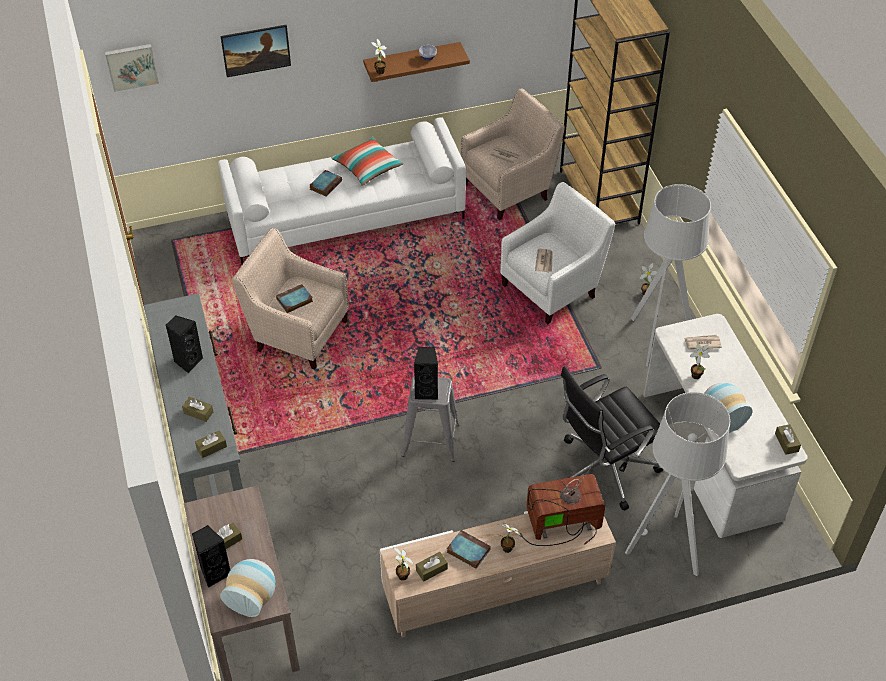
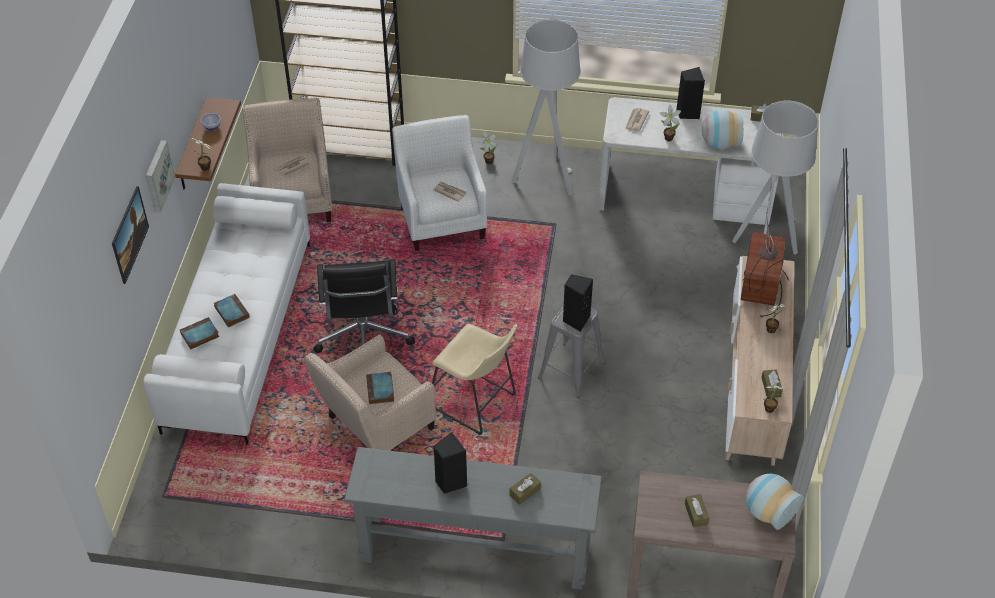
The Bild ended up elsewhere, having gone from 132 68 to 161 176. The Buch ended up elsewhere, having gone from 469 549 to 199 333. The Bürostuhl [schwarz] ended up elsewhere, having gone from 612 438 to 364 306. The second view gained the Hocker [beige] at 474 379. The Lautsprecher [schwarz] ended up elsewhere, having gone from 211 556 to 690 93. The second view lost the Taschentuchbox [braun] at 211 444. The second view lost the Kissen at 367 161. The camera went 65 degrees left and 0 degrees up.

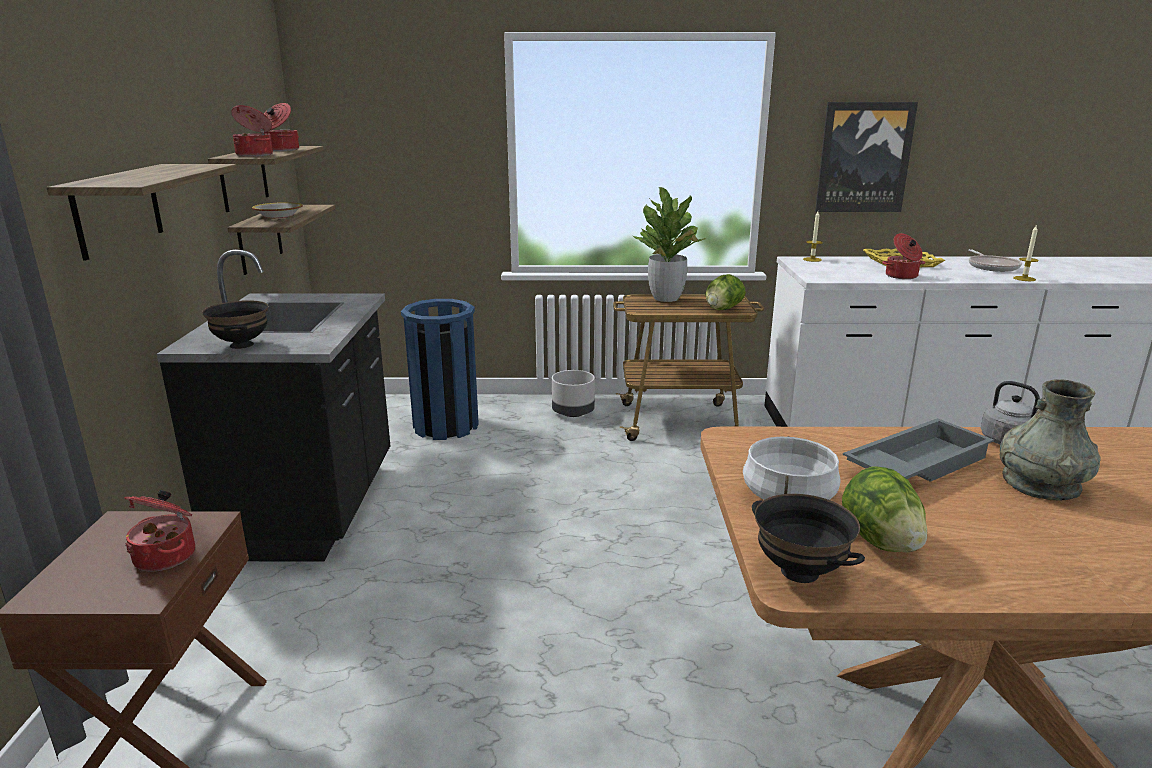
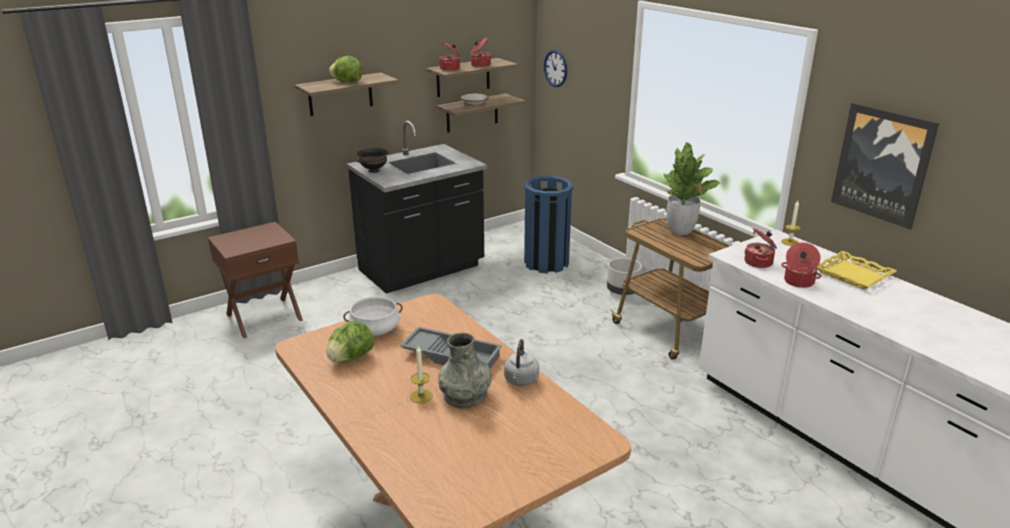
The Salatkopf ended up elsewhere, having gone from 726 292 to 345 69. The Kerze ended up elsewhere, having gone from 1025 252 to 421 374. The second view gained the Wanduhr at 555 68. The Kochtopf ended up elsewhere, having gone from 159 530 to 760 248. The second view lost the Schüssel [schwarz] at 808 538. The second view lost the Pfanne at 995 260. The camera went 55 degrees right and 5 degrees up.

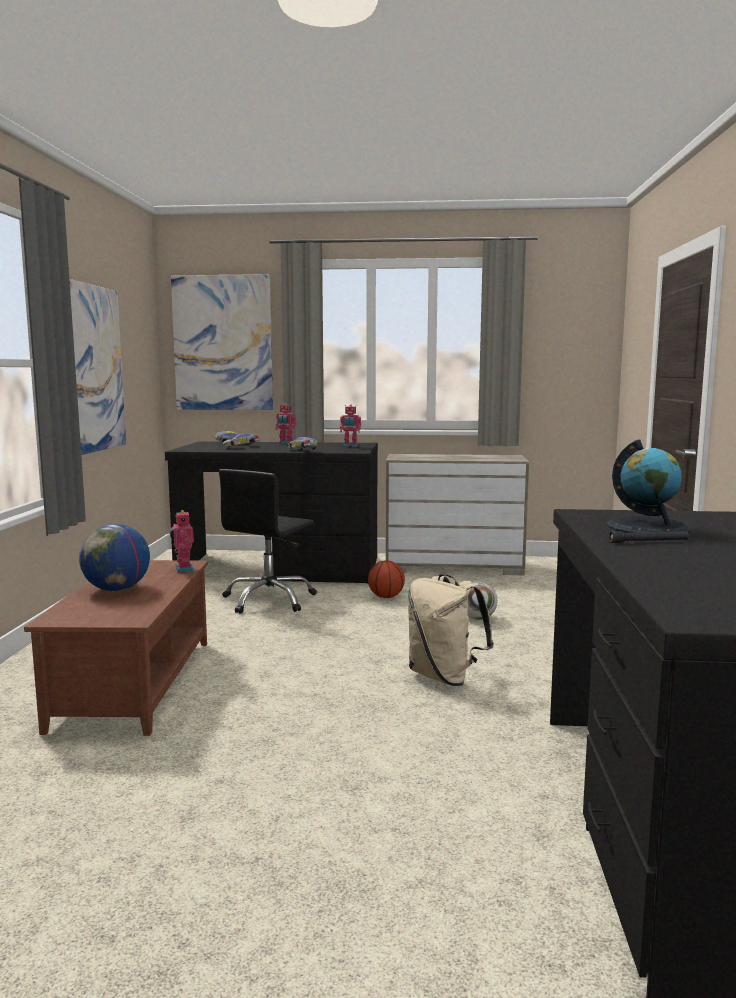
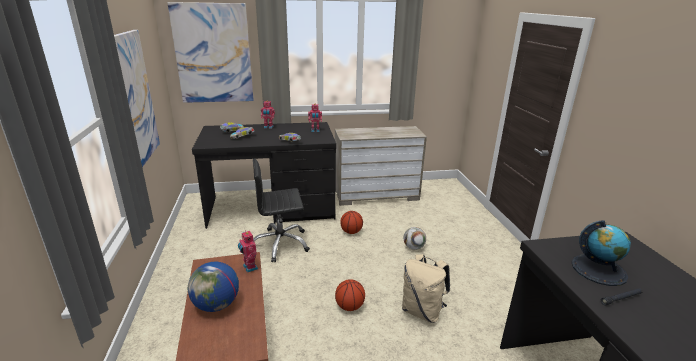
The Bürostuhl [schwarz] at 268 541 ended up facing another way, 60 degrees clockwise from before. The second view gained the Basketball at 350 295. The camera went 15 degrees left and 15 degrees up.

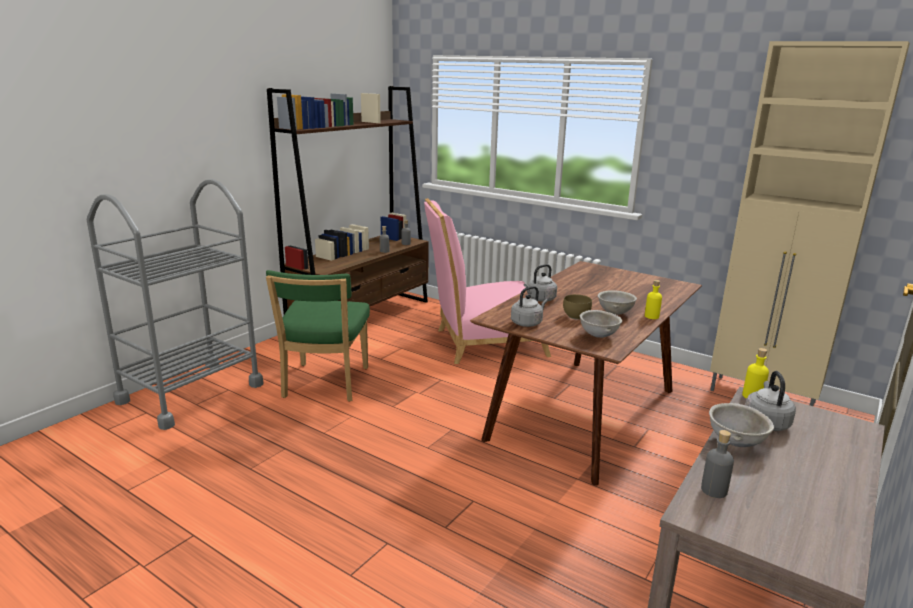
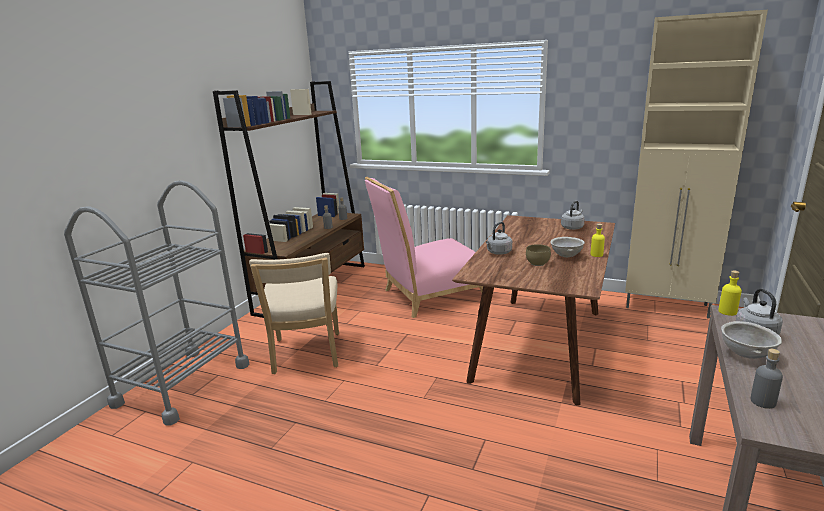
What was the Stuhl [grün] at 318 336 turned into the Stuhl [beige] at 294 313. The Wasserkessel [grau] ended up elsewhere, having gone from 529 306 to 573 215. The second view lost the Schüssel [grau] at 601 324. The camera went 10 degrees left and 0 degrees up.

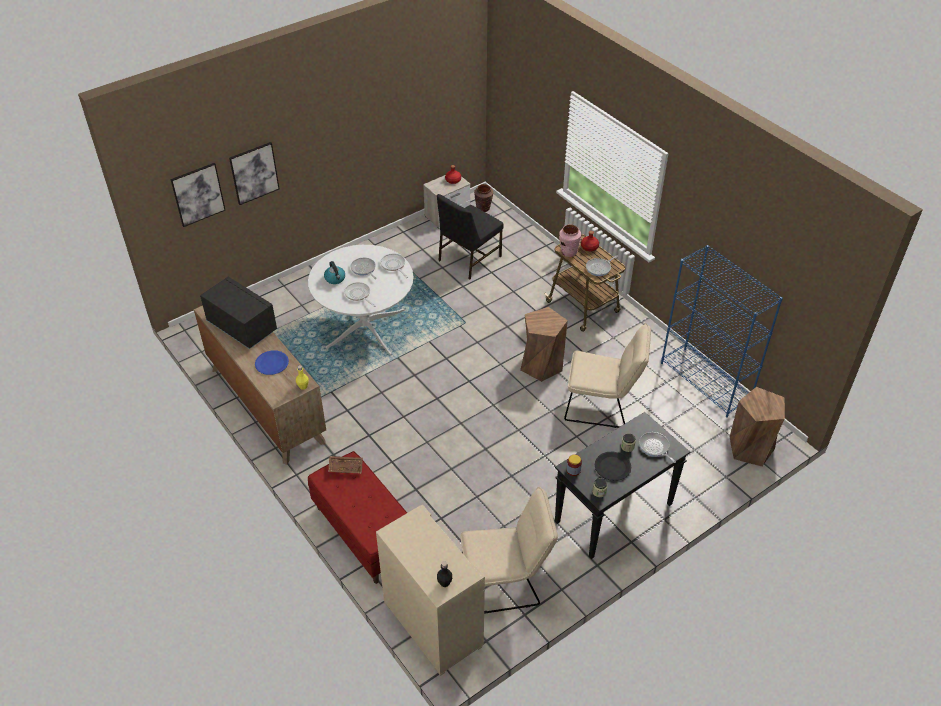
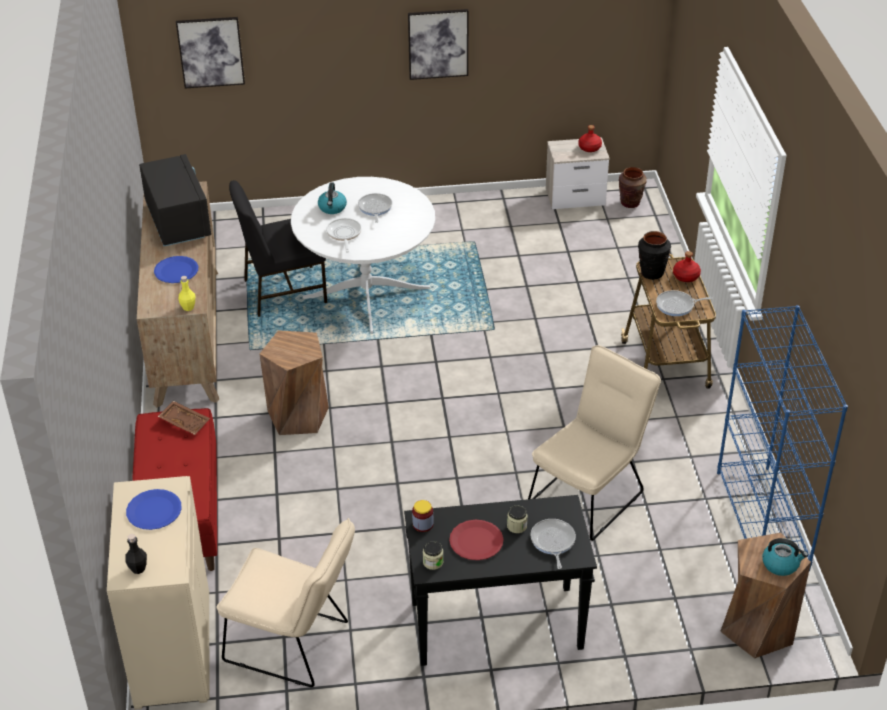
The second view gained the Teller [blau] at 154 509. The Stuhl [schwarz] ended up elsewhere, having gone from 470 237 to 278 248. The Hocker [braun] ended up elsewhere, having gone from 544 344 to 294 382. The Bild ended up elsewhere, having gone from 254 173 to 438 44. What was the Teller [schwarz] at 613 466 turned into the Teller [rot] at 476 540. The Stuhl [beige] at 607 375 ended up facing another way, 90 degrees counterclockwise from before. What was the Vase [rosa] at 570 240 turned into the Vase [schwarz] at 654 255. The second view gained the Wasserkessel at 785 557. The second view lost the Pfanne at 394 265. The camera went 30 degrees right and 5 degrees down.

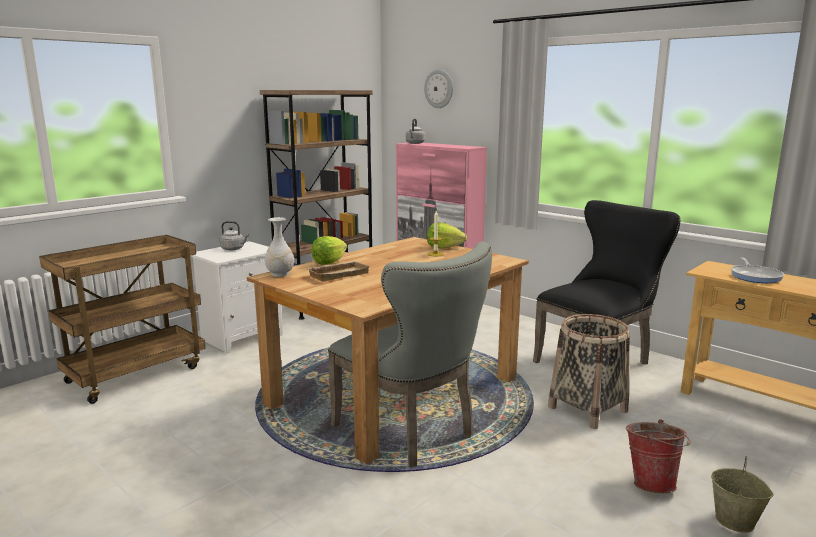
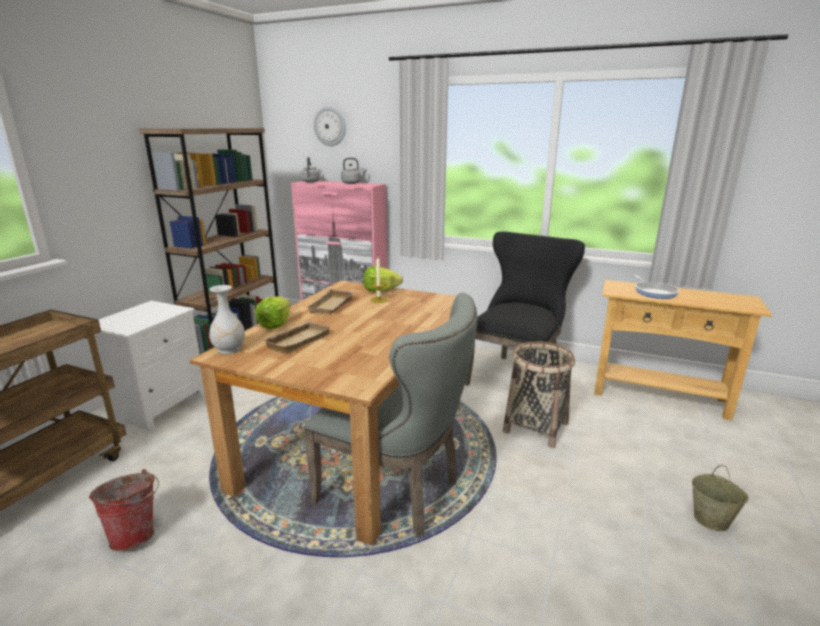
The Eimer ended up elsewhere, having gone from 658 456 to 124 510. The second view gained the Tablett [beige] at 330 301. The Wasserkessel [grau] ended up elsewhere, having gone from 234 235 to 354 171. The camera went 20 degrees left and 5 degrees up.

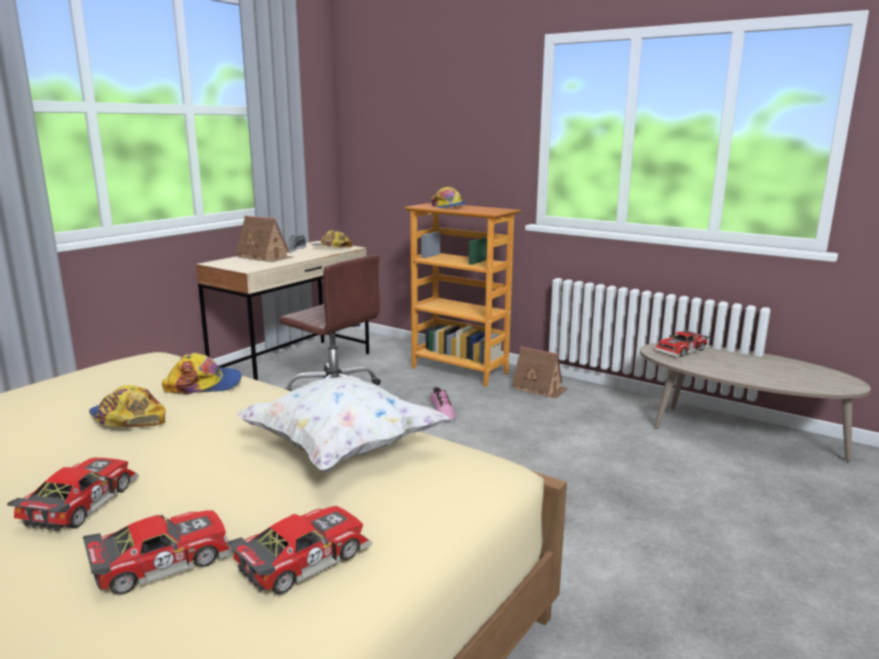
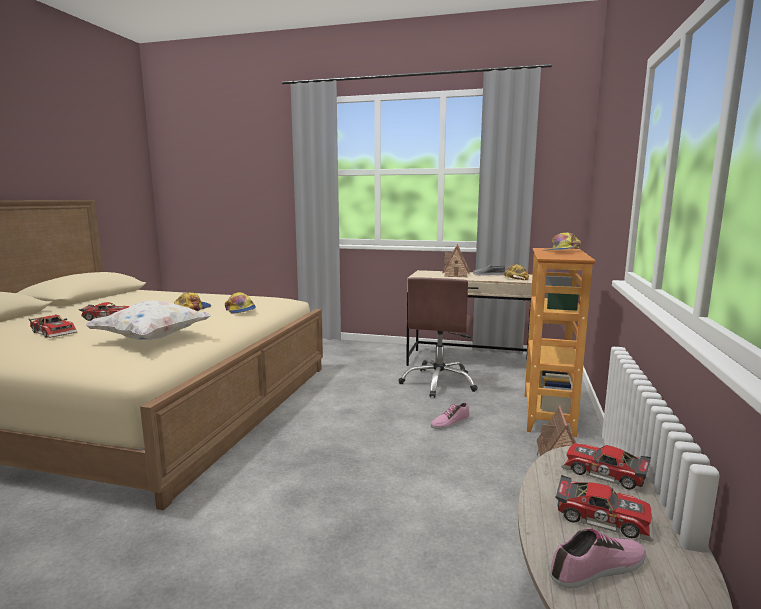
The second view gained the Schuh at 598 559. The Spielzeugauto ended up elsewhere, having gone from 300 550 to 605 508. The camera went 70 degrees right and 5 degrees down.

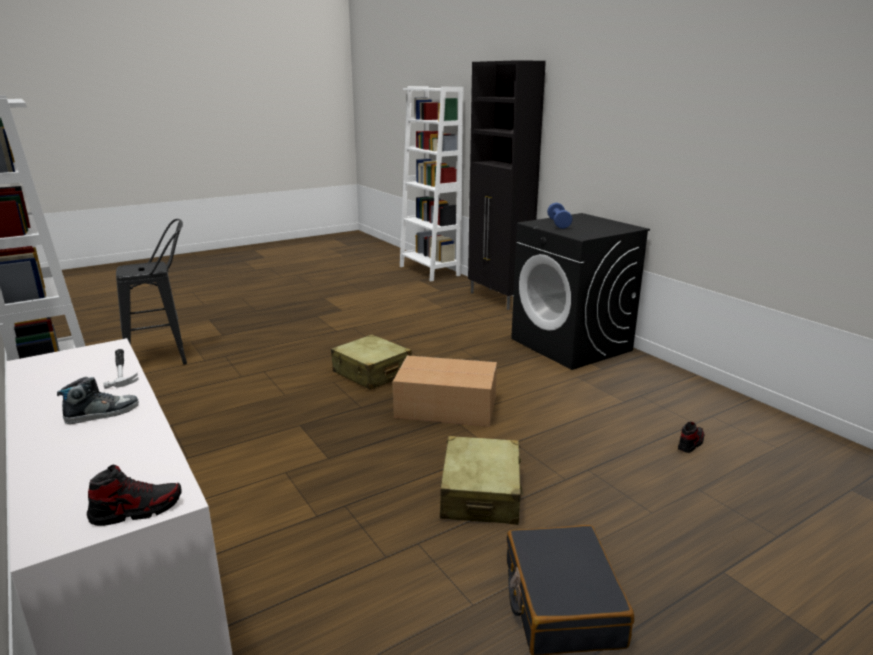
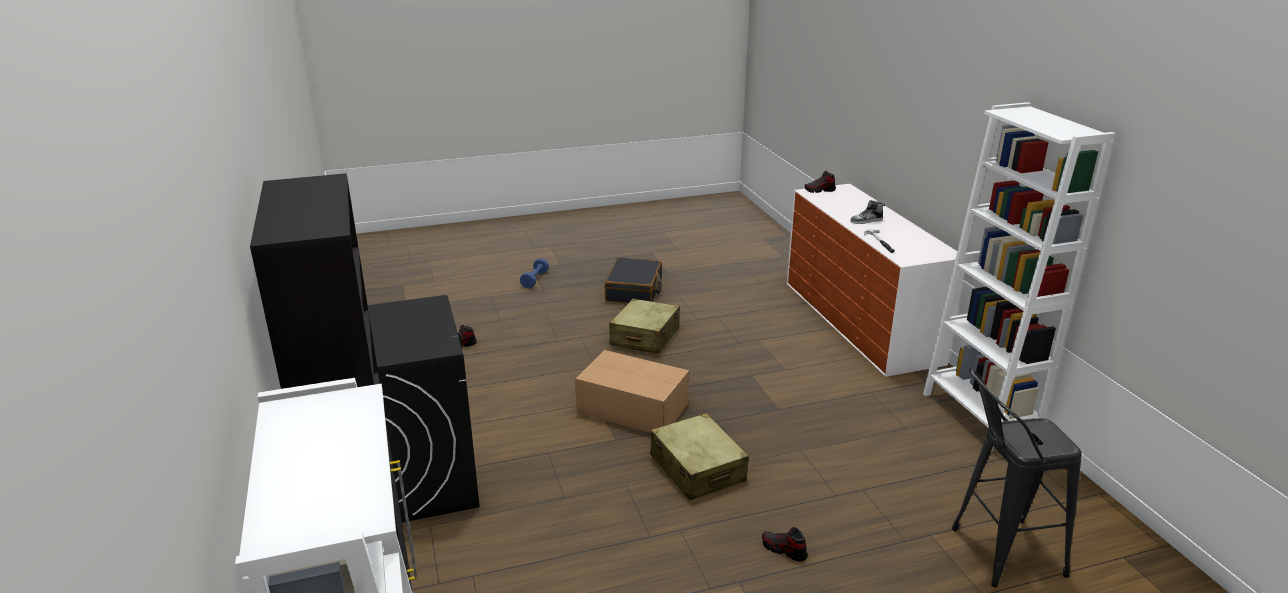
The Hantel [blau] ended up elsewhere, having gone from 559 216 to 534 273. The second view gained the Schuh at 785 544. The camera went 165 degrees left and 5 degrees up.

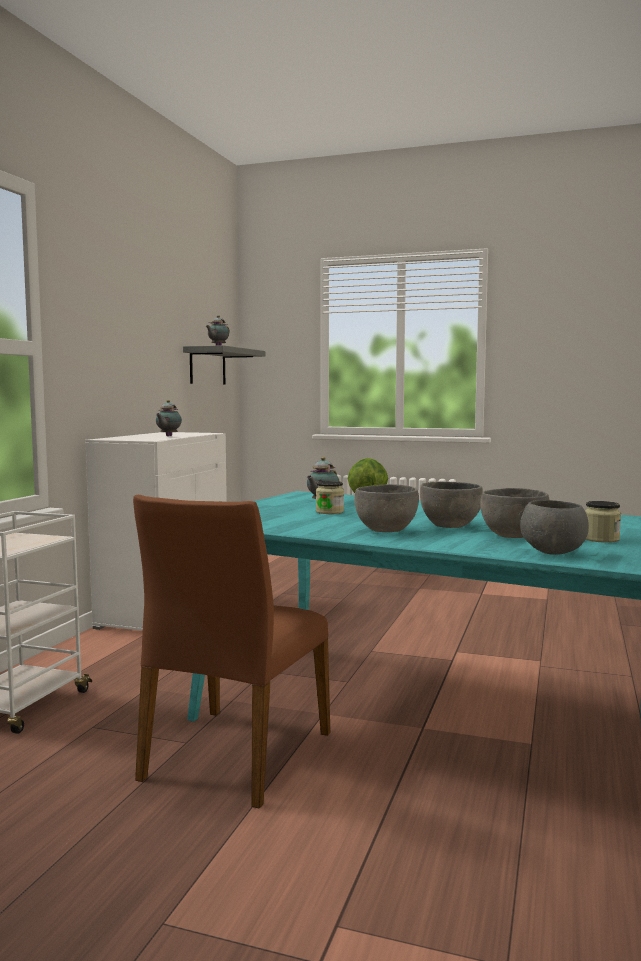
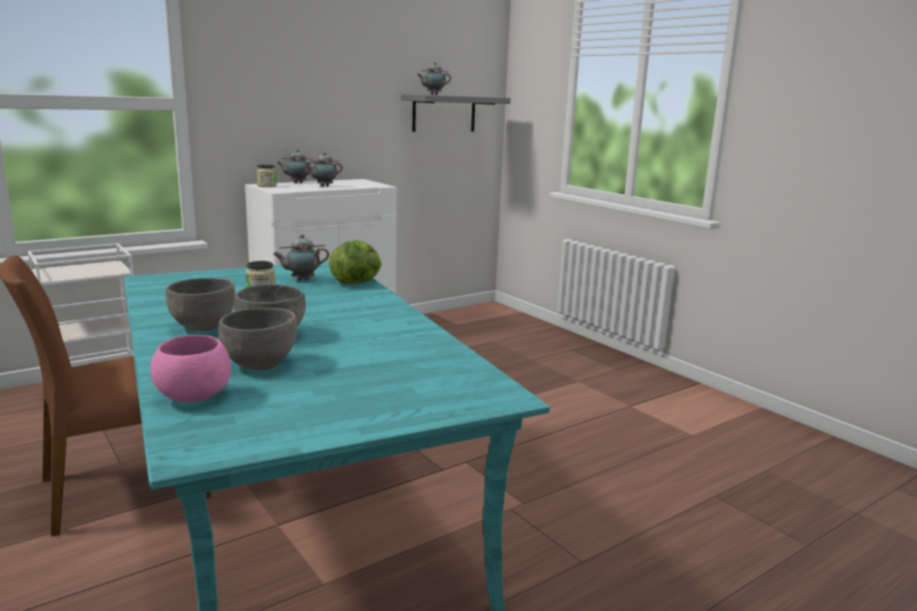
What was the Schüssel [grau] at 554 527 turned into the Schüssel [rosa] at 191 368. The Vorratsglas ended up elsewhere, having gone from 603 522 to 266 175. The second view gained the Teekanne at 297 166. The camera went 35 degrees right and 10 degrees up.

